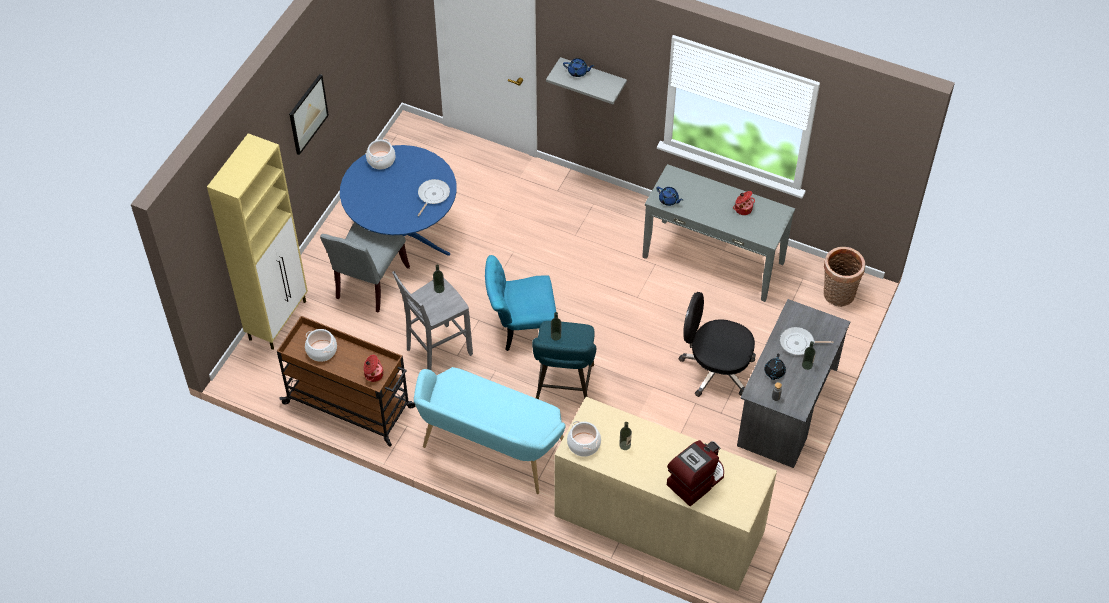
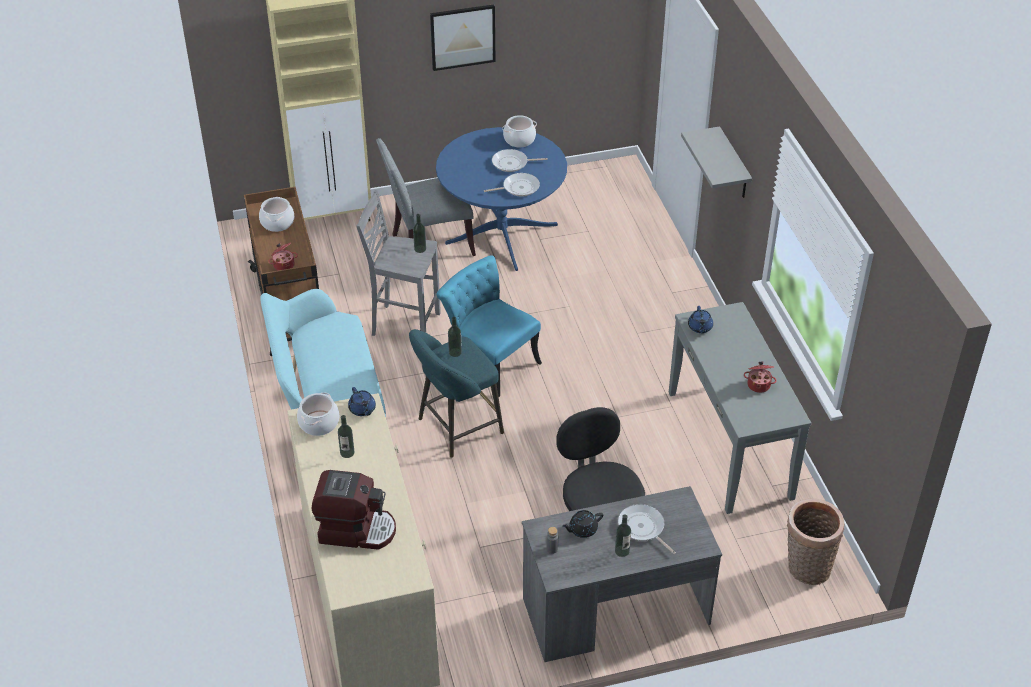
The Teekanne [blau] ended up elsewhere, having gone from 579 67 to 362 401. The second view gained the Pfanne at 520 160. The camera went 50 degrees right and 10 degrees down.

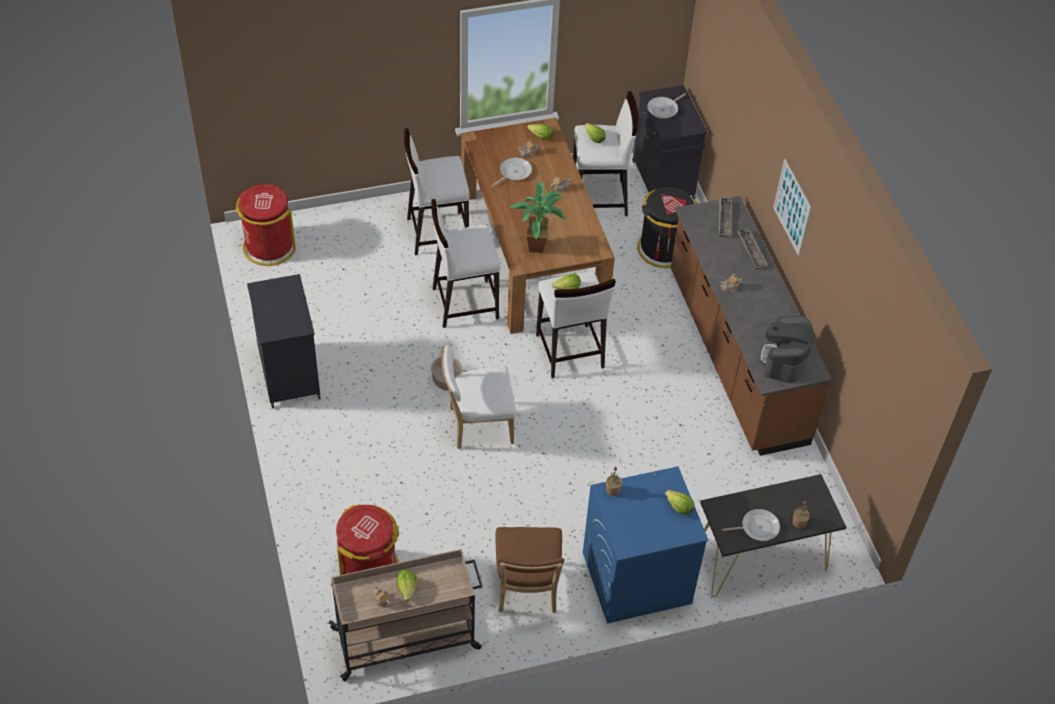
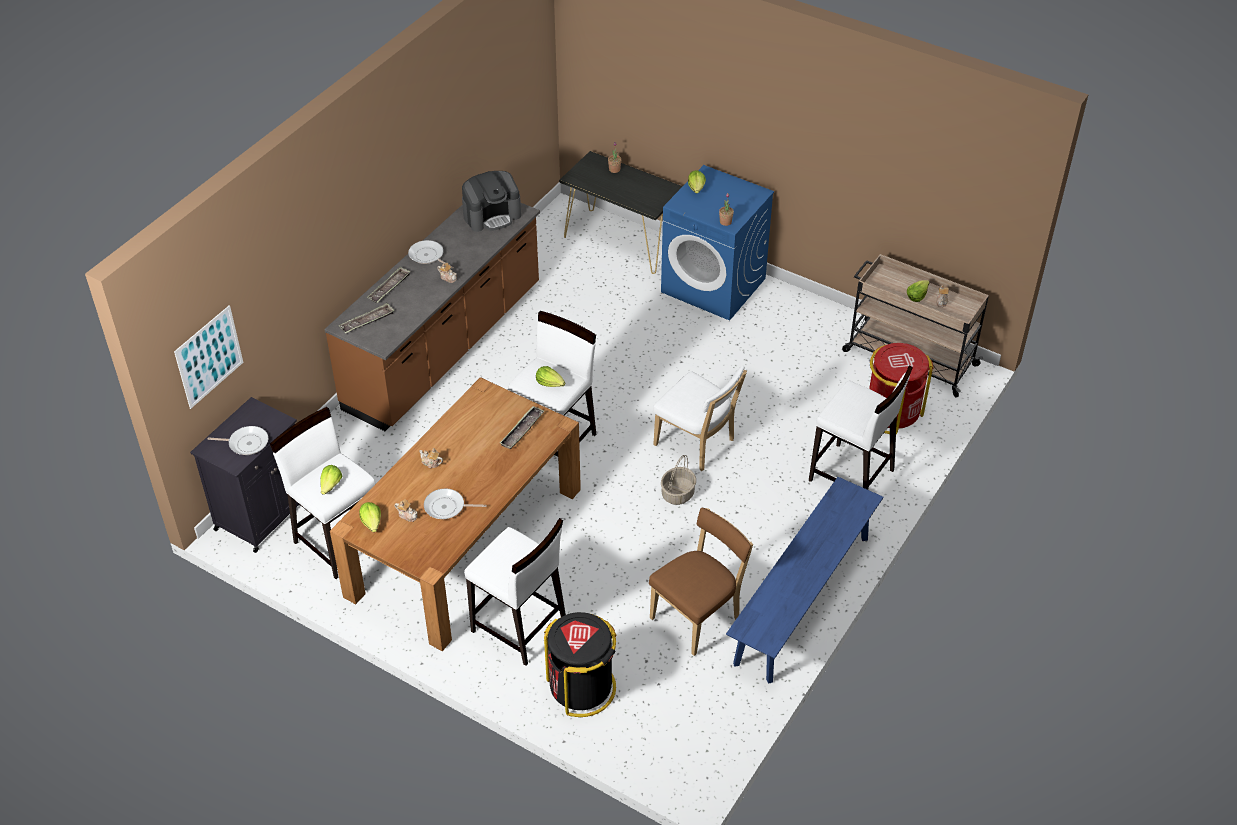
The Bild ended up elsewhere, having gone from 792 207 to 208 357. The Pfanne ended up elsewhere, having gone from 751 525 to 431 254. Where the Topfpflanze stood at 538 217, the Tablett came to stand at 522 427. The Mülleimer [schwarz] ended up elsewhere, having gone from 667 227 to 580 664. The Stuhl [braun] ended up elsewhere, having gone from 529 570 to 701 582. Where the Schrank [schwarz] stood at 284 341, the Bank [blau] came to stand at 805 580. The Hocker [weiß] ended up elsewhere, having gone from 465 263 to 861 428. The second view lost the Mülleimer [rot] at 266 225. The camera went 130 degrees left and 5 degrees down.

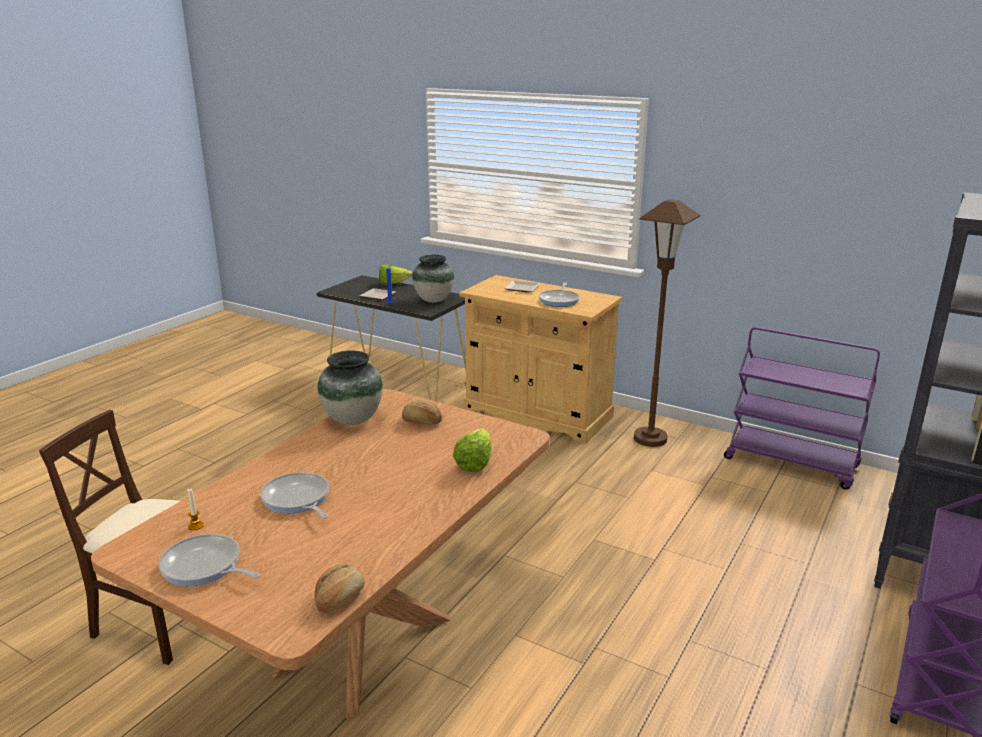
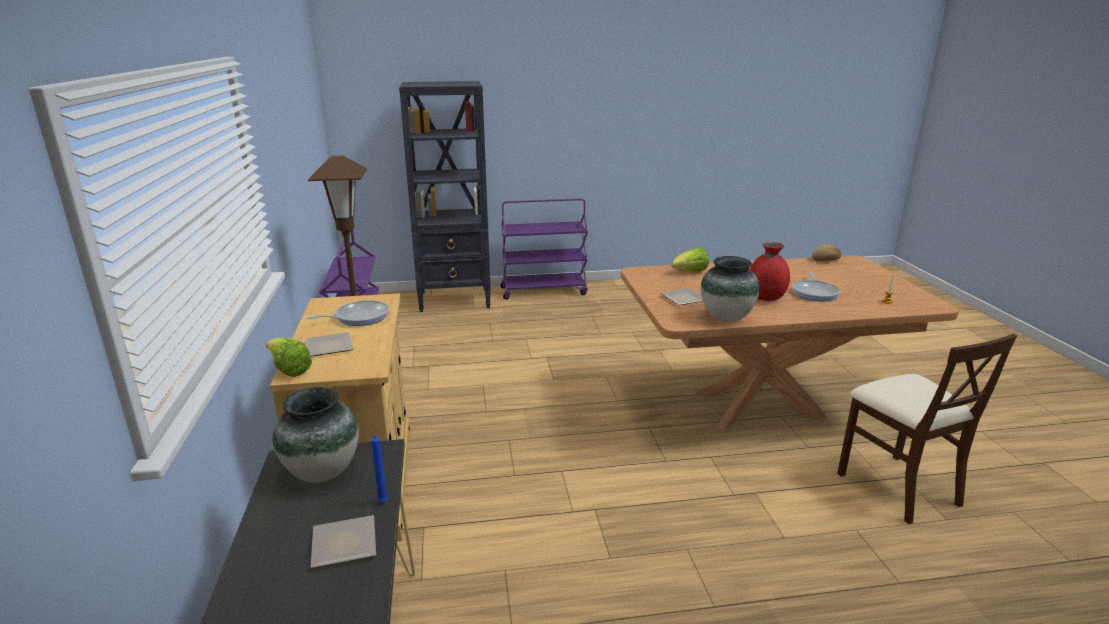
The Salatkopf ended up elsewhere, having gone from 396 274 to 289 357. Where the Brot stood at 422 412, the Teller came to stand at 682 296. The second view gained the Vase [rot] at 770 271. The second view lost the Pfanne at 209 560. The camera went 130 degrees left and 0 degrees up.

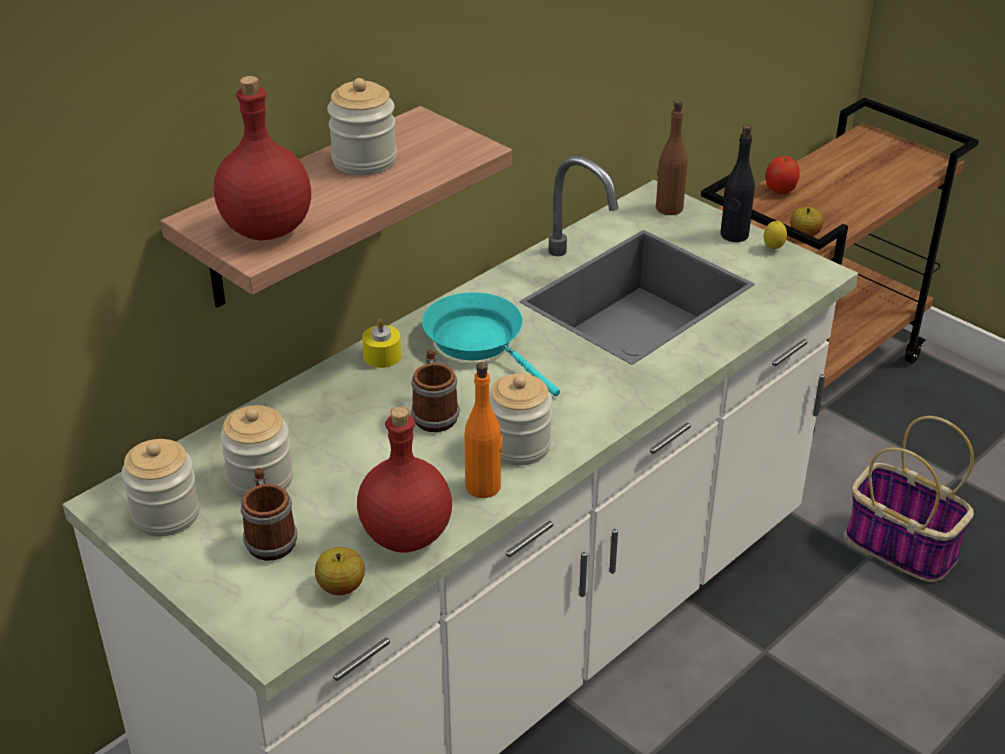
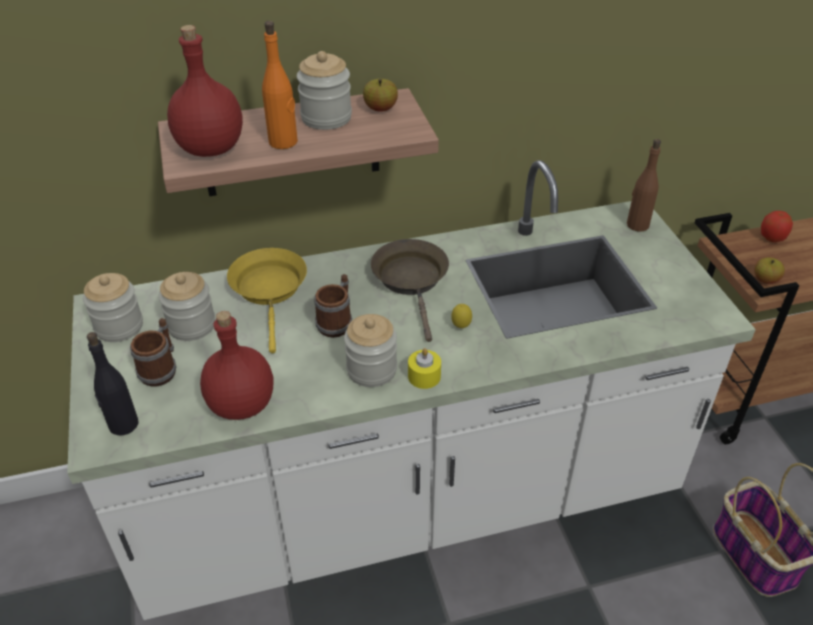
The Flasche [schwarz] ended up elsewhere, having gone from 737 183 to 113 384. The second view gained the Pfanne [gelb] at 267 301. The Flasche [orange] ended up elsewhere, having gone from 483 430 to 280 85. The Apfel ended up elsewhere, having gone from 340 571 to 380 95. What was the Pfanne [türkis] at 491 344 turned into the Pfanne [braun] at 410 290. The Kerze [gelb] ended up elsewhere, having gone from 381 343 to 424 368. The Zitrone ended up elsewhere, having gone from 775 235 to 461 316. The camera went 30 degrees right and 5 degrees up.

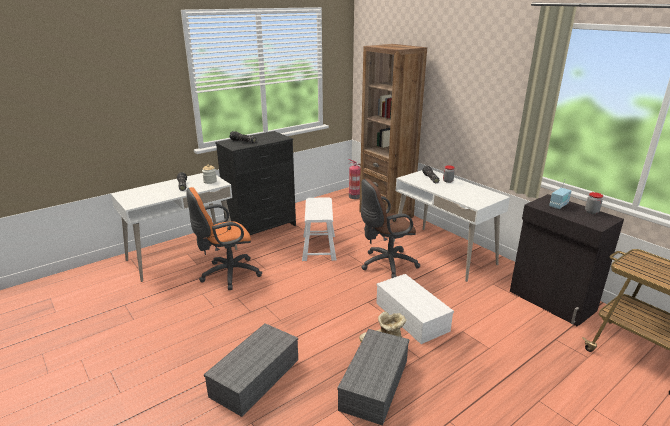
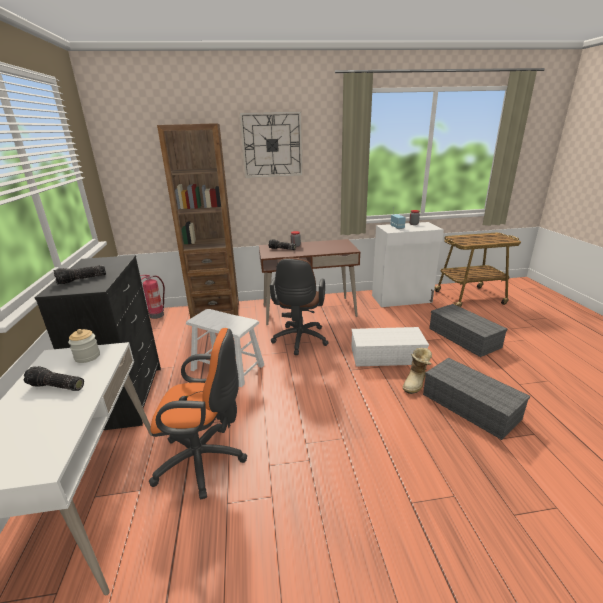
The Bürostuhl [orange] at 224 238 ended up facing another way, 90 degrees counterclockwise from before. The second view gained the Wanduhr at 271 144. What was the Schreibtisch [weiß] at 451 226 turned into the Schreibtisch [braun] at 309 282. What was the Schrank [schwarz] at 567 260 turned into the Schrank [weiß] at 408 264. The Aufbewahrungsbox [grau] ended up elsewhere, having gone from 251 370 to 468 330. The camera went 60 degrees left and 0 degrees up.

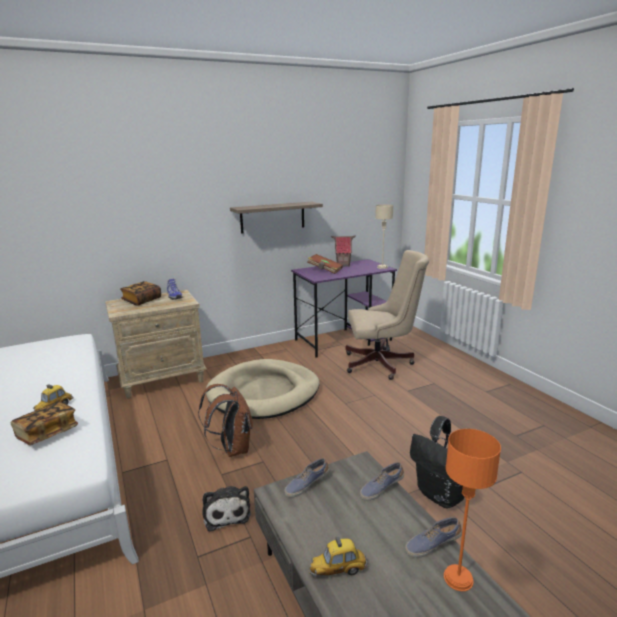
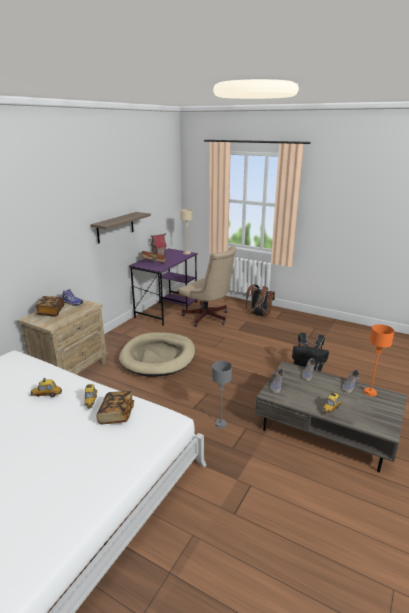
The second view gained the Spielzeugauto at 46 387. The Bürostuhl [beige] at 387 315 ended up facing another way, 75 degrees clockwise from before. Where the Plüschtier stood at 227 508, the Tischlampe [grau] came to stand at 222 394. The Rucksack [braun] ended up elsewhere, having gone from 225 420 to 260 300. The camera went 35 degrees left and 5 degrees up.

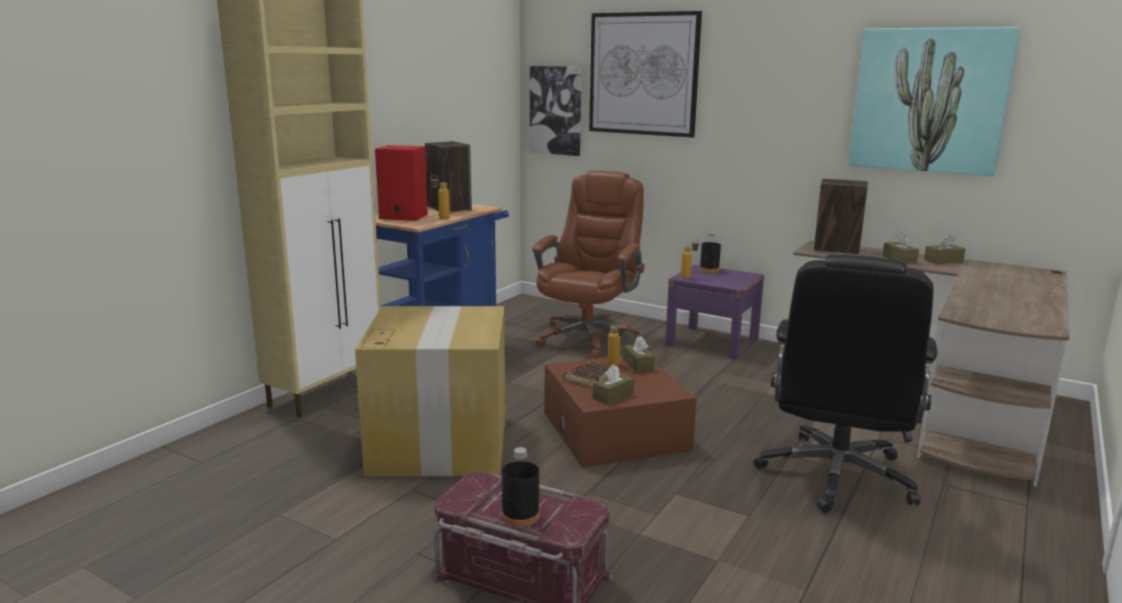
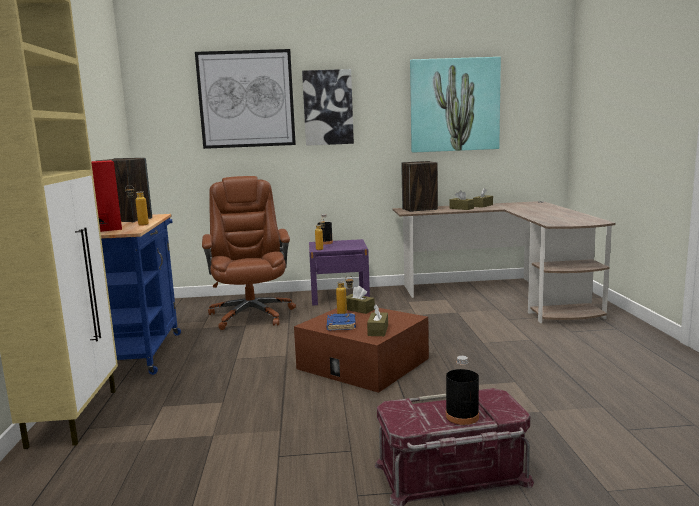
The Bild ended up elsewhere, having gone from 556 111 to 328 107. What was the Buch [braun] at 586 374 turned into the Buch [blau] at 341 322. The second view lost the Karton at 430 391. The second view lost the Bürostuhl [schwarz] at 845 383. The camera went 35 degrees left and 5 degrees down.

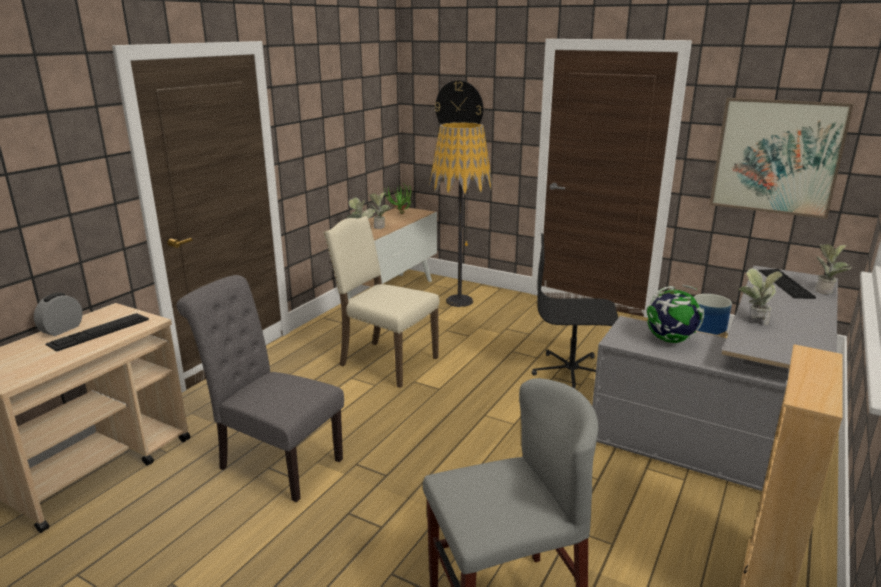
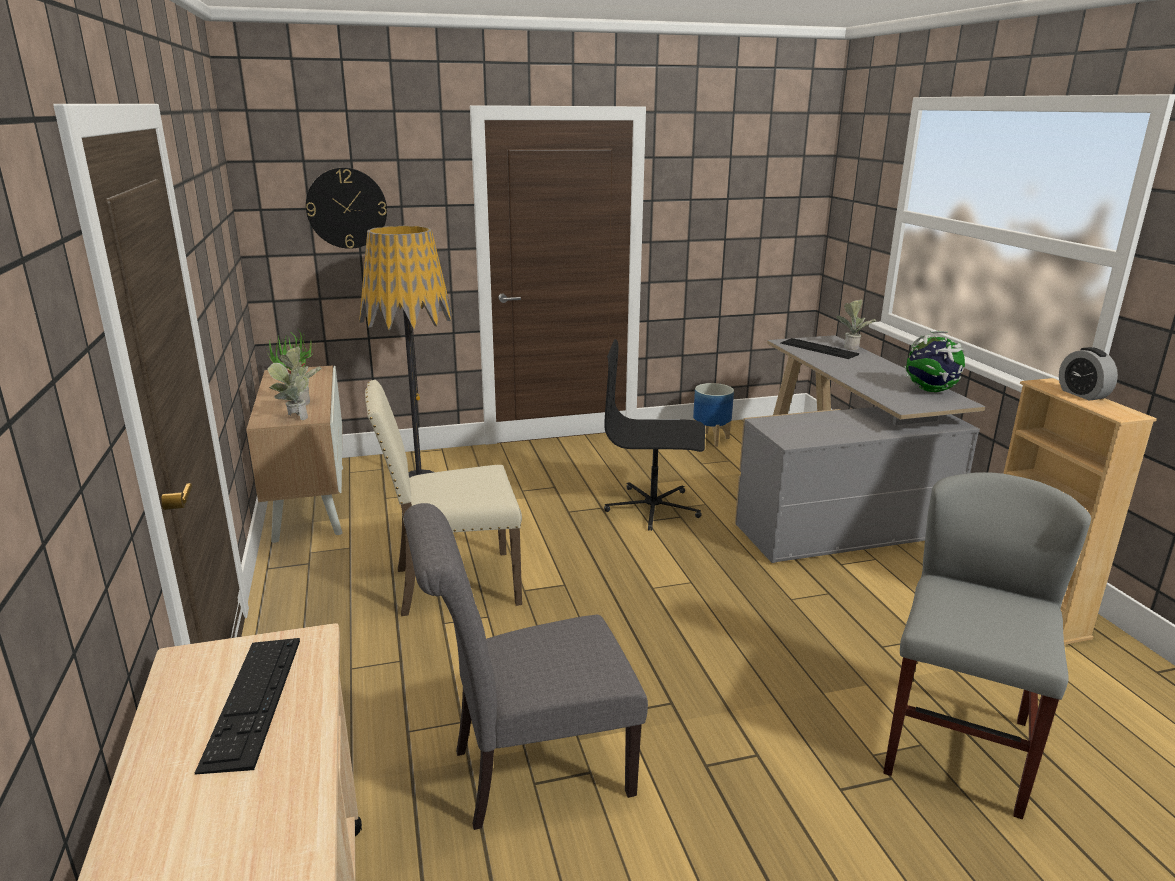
The Bürostuhl [schwarz] at 575 311 ended up facing another way, 45 degrees clockwise from before. The Globus ended up elsewhere, having gone from 675 314 to 934 361. The Wecker ended up elsewhere, having gone from 58 314 to 1088 374. The second view lost the Bild at 781 158. The second view lost the Topfpflanze at 760 296. The camera went 45 degrees left and 0 degrees up.

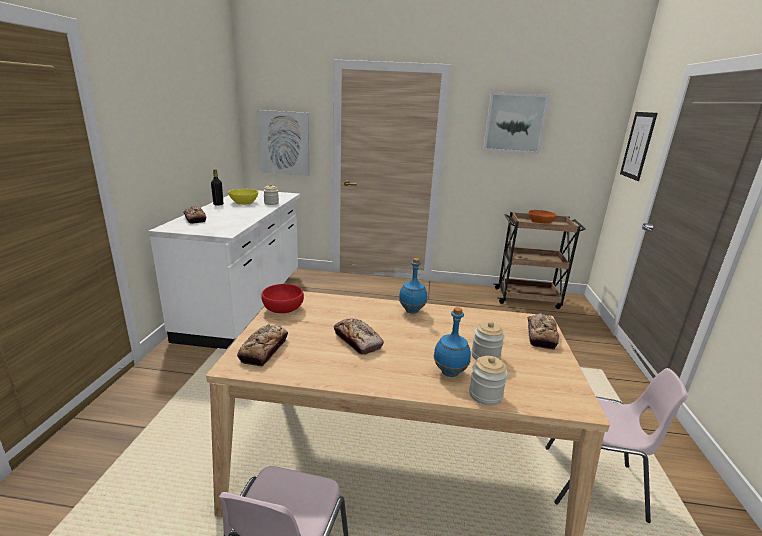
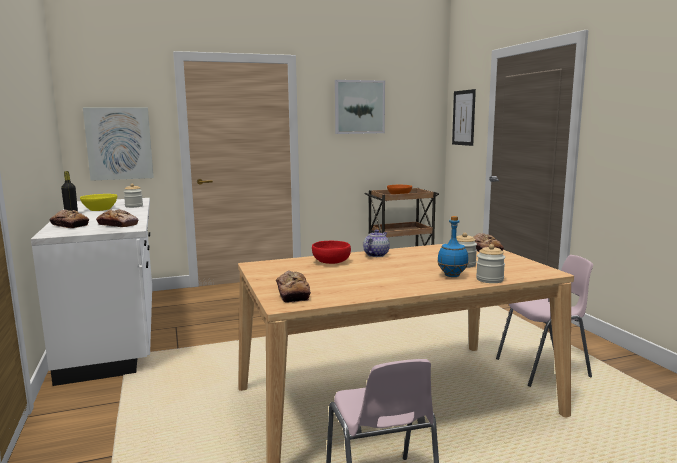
The Brot ended up elsewhere, having gone from 359 336 to 117 218. The Schüssel [rot] ended up elsewhere, having gone from 282 298 to 331 252. Where the Flasche [blau] stood at 413 286, the Teekanne came to stand at 376 243. The camera went 25 degrees left and 10 degrees down.

